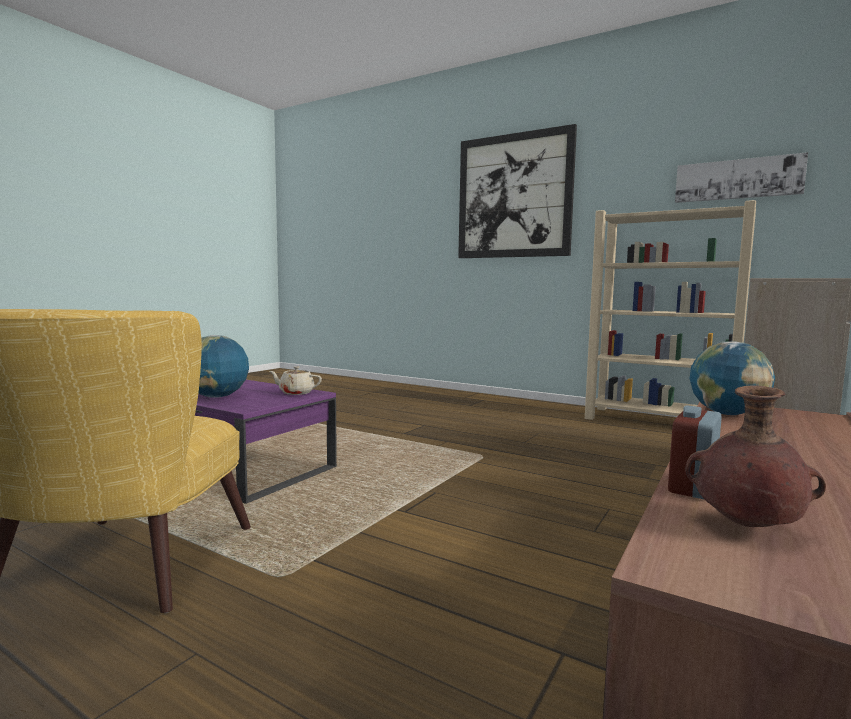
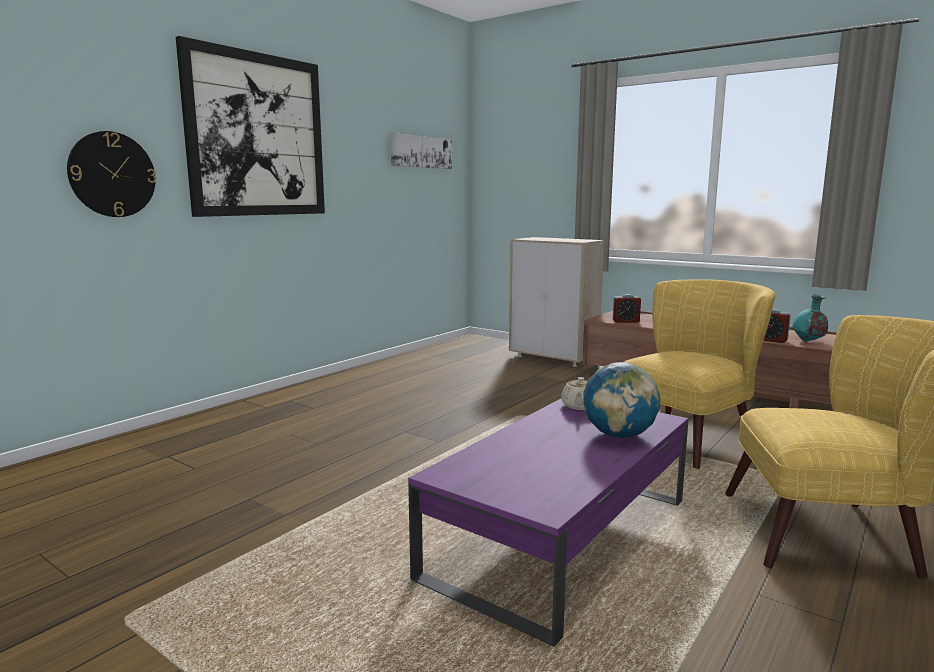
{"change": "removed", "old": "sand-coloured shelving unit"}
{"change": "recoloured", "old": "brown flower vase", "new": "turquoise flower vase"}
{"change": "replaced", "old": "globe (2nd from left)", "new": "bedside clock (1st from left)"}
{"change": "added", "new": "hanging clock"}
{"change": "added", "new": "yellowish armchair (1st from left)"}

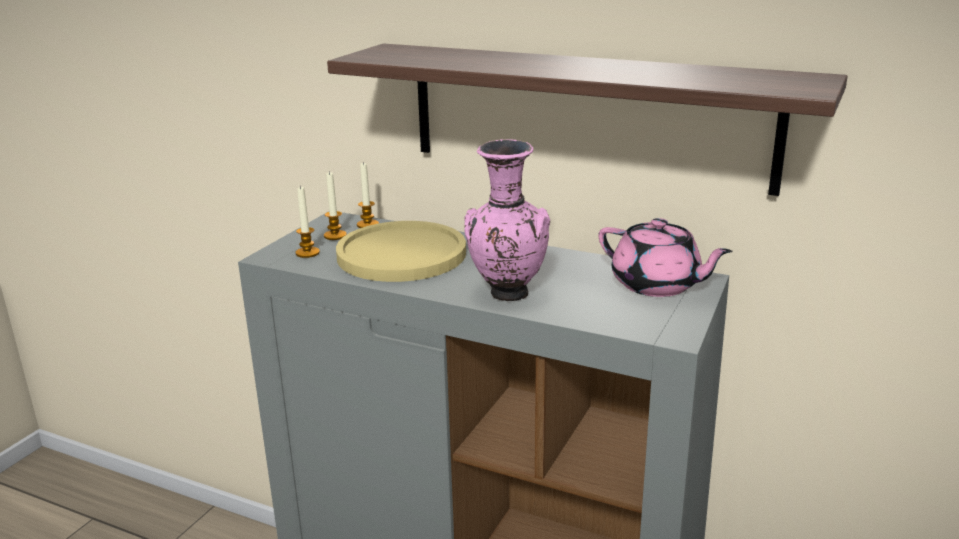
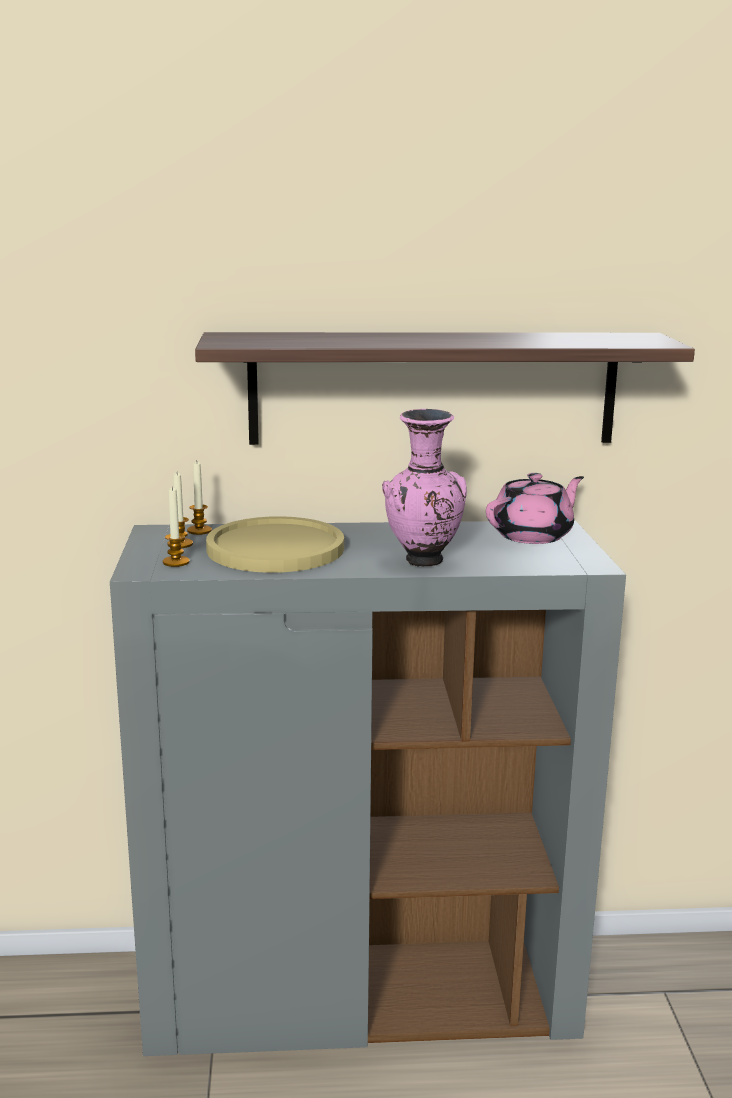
{"change": "turned", "old": "pink-coloured pot for tea", "degrees": -45}

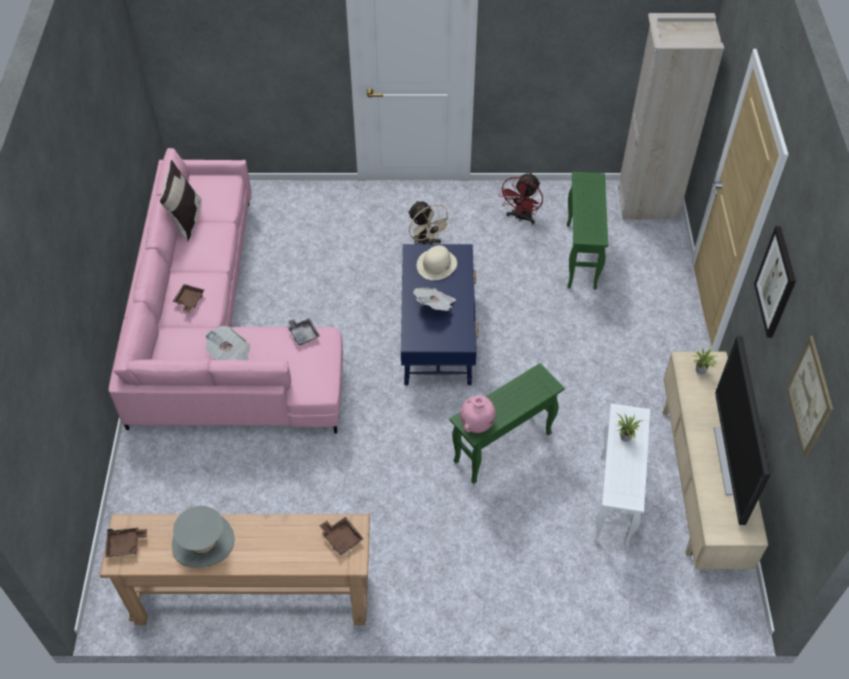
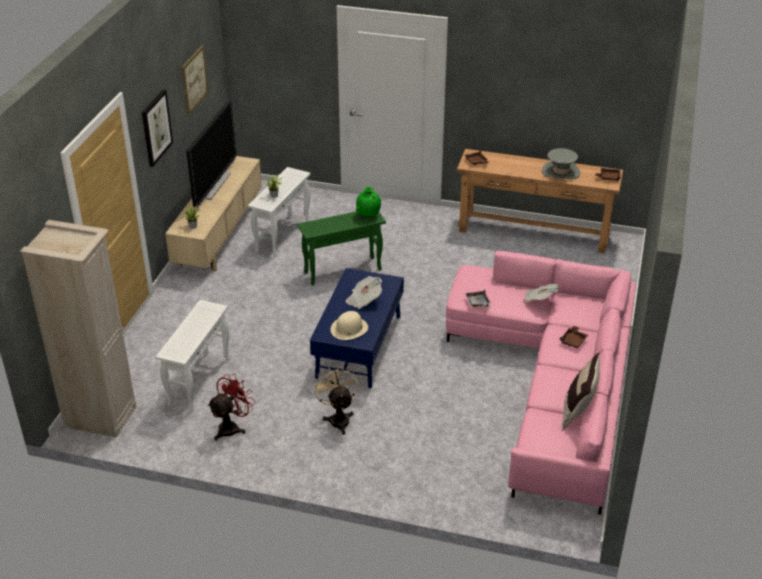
{"change": "recoloured", "old": "pink-coloured flower vase", "new": "green flower vase"}
{"change": "recoloured", "old": "green end table (2nd from left)", "new": "white-coloured end table (1st from left)"}

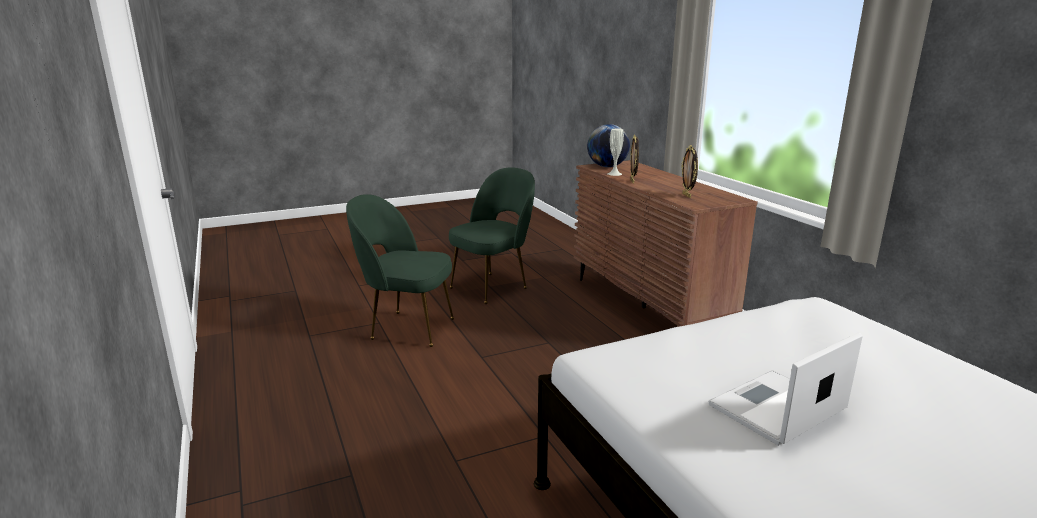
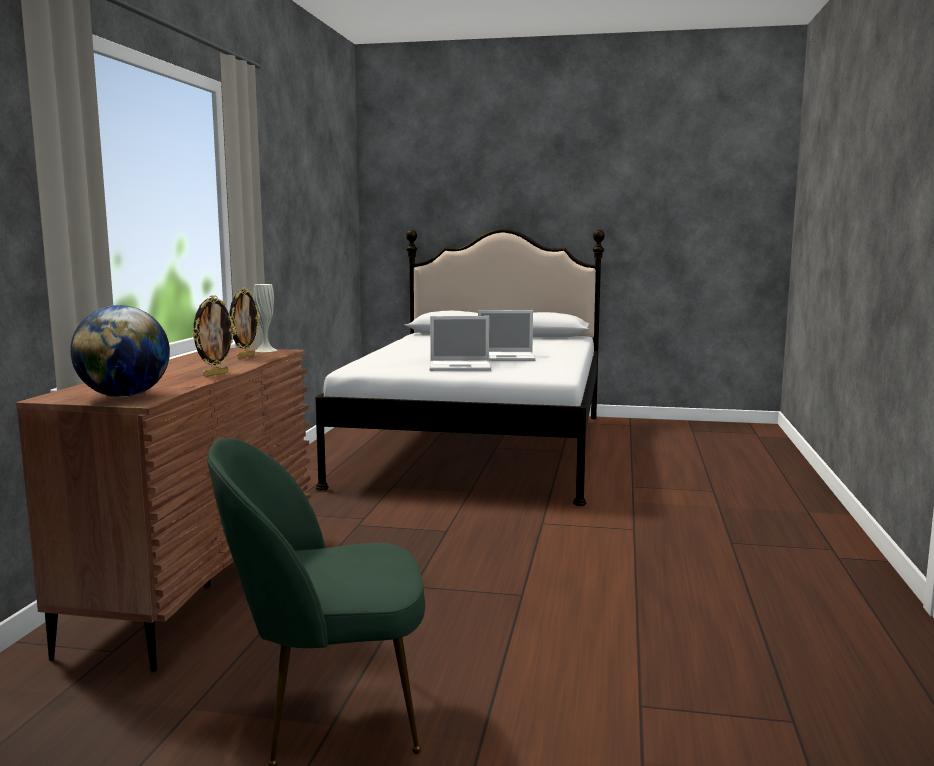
{"change": "removed", "old": "green upright chair (1st from left)"}
{"change": "moved", "old": "white-coloured flower vase"}
{"change": "added", "new": "laptop (1st from left)"}

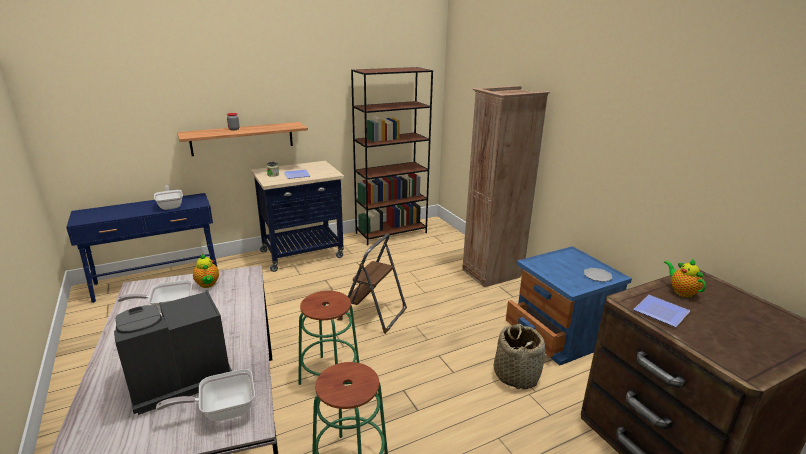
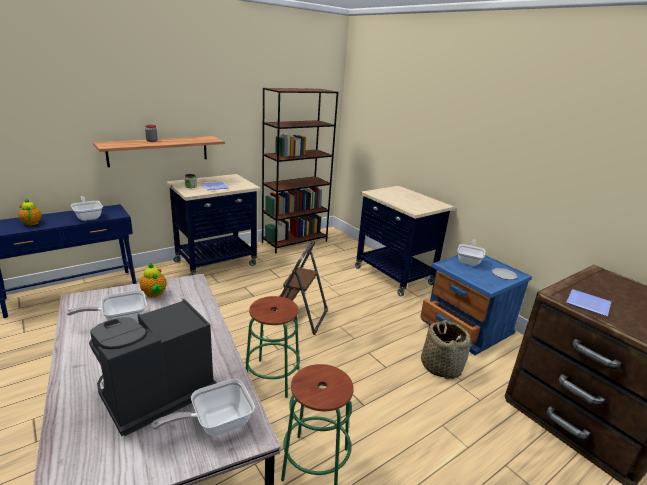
{"change": "replaced", "old": "brown cupboard", "new": "blue trolley (2nd from left)"}
{"change": "moved", "old": "pot for tea (2nd from left in the first image)", "new": "pot for tea (1st from left)"}
{"change": "added", "new": "skillet (4th from left)"}

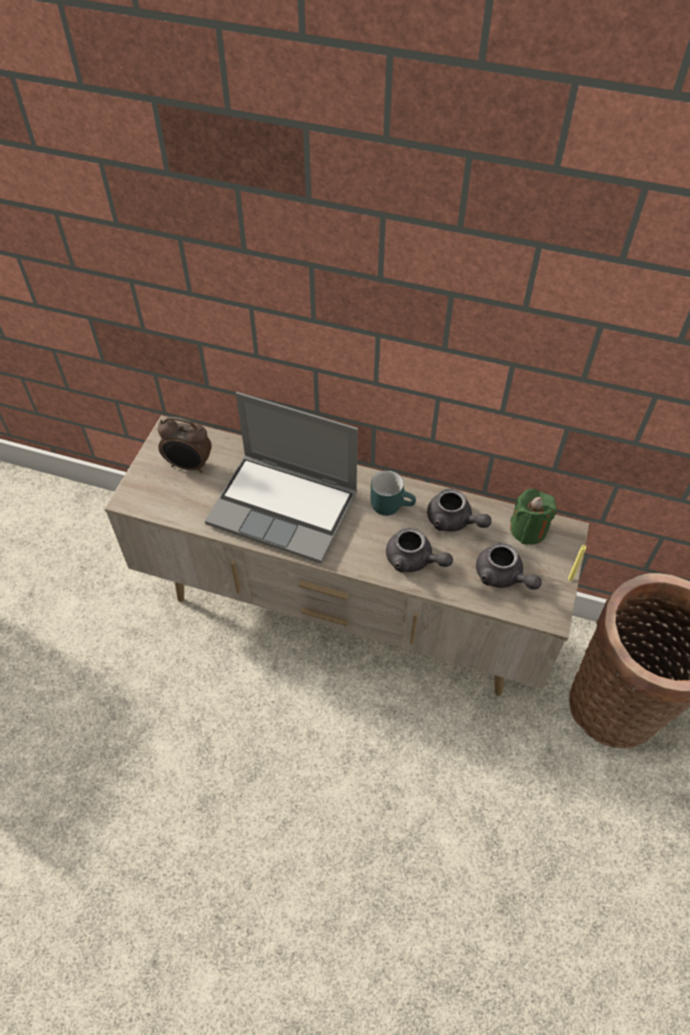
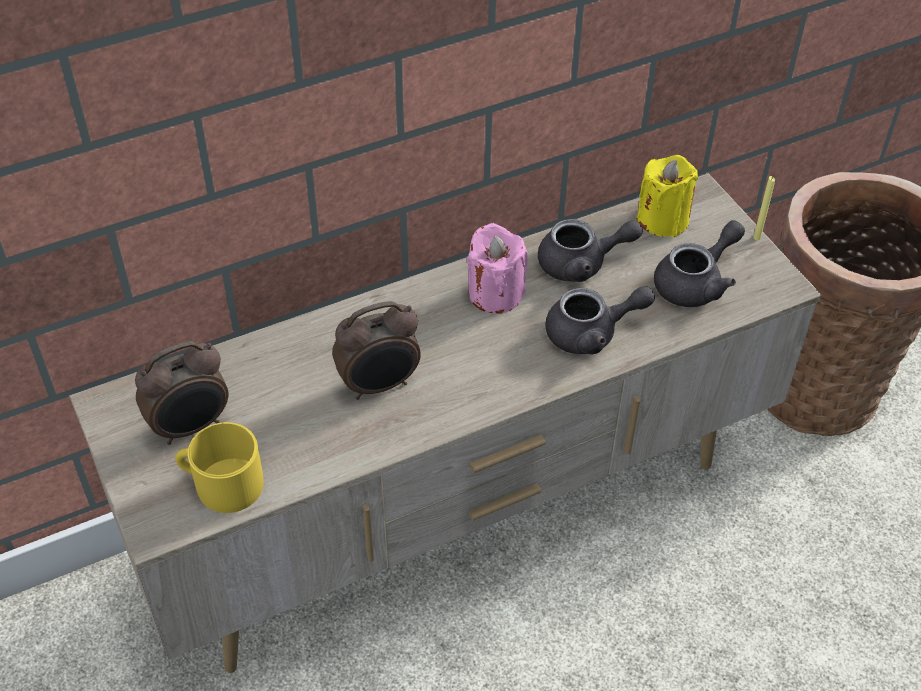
{"change": "replaced", "old": "laptop", "new": "bedside clock (2nd from left)"}
{"change": "replaced", "old": "turquoise coffee mug", "new": "pink-coloured wax light"}
{"change": "turned", "old": "greyish pot for tea (3rd from left)", "degrees": -45}
{"change": "recoloured", "old": "green wax light", "new": "yellowish wax light (1st from left)"}
{"change": "added", "new": "yellowish coffee mug"}

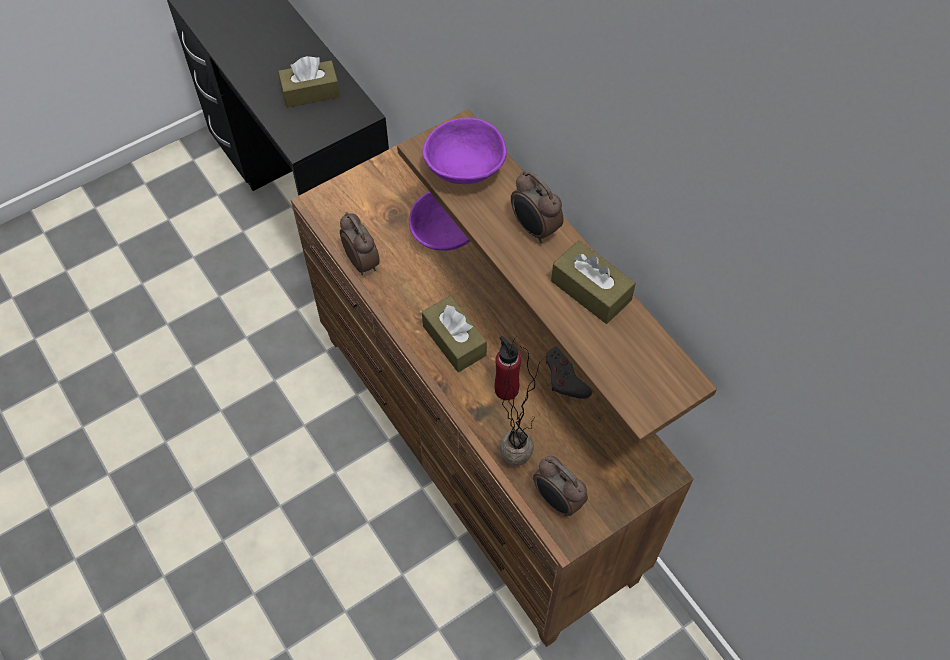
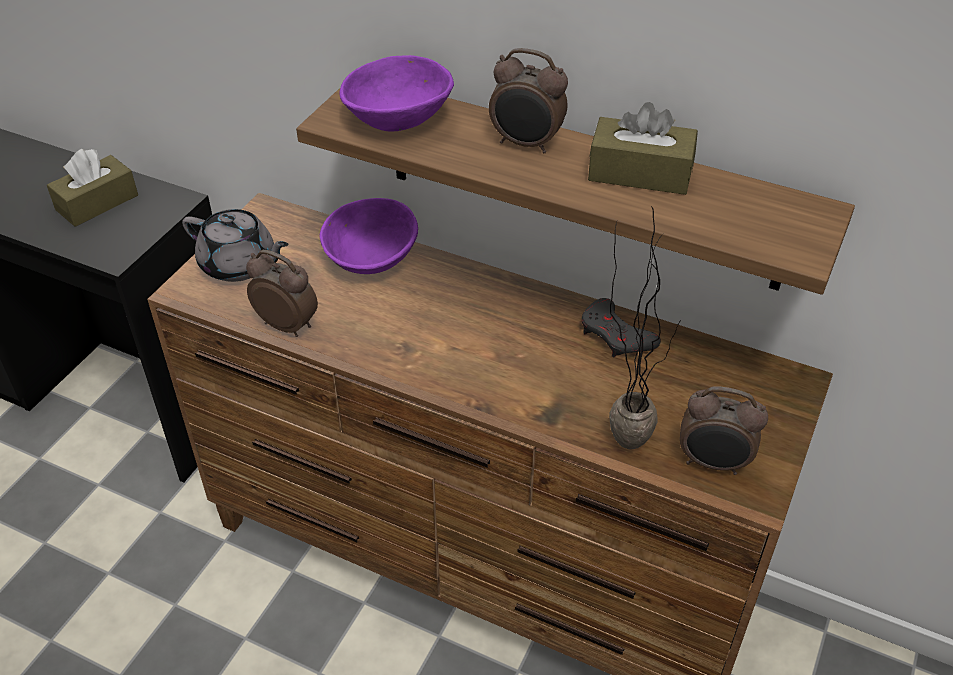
{"change": "removed", "old": "brown tissue box (2nd from left)"}
{"change": "removed", "old": "red drink bottle"}
{"change": "added", "new": "greyish pot for tea"}

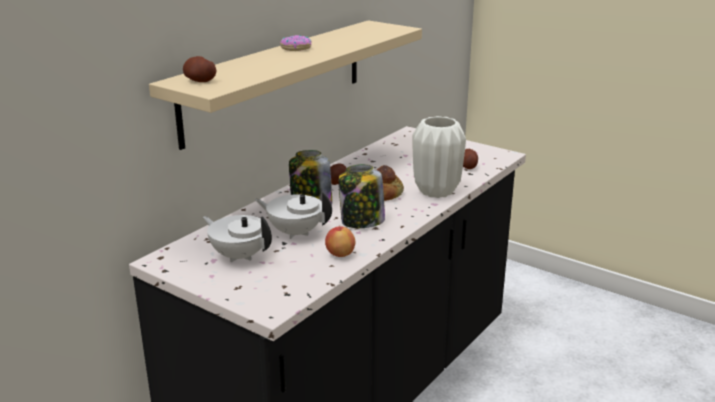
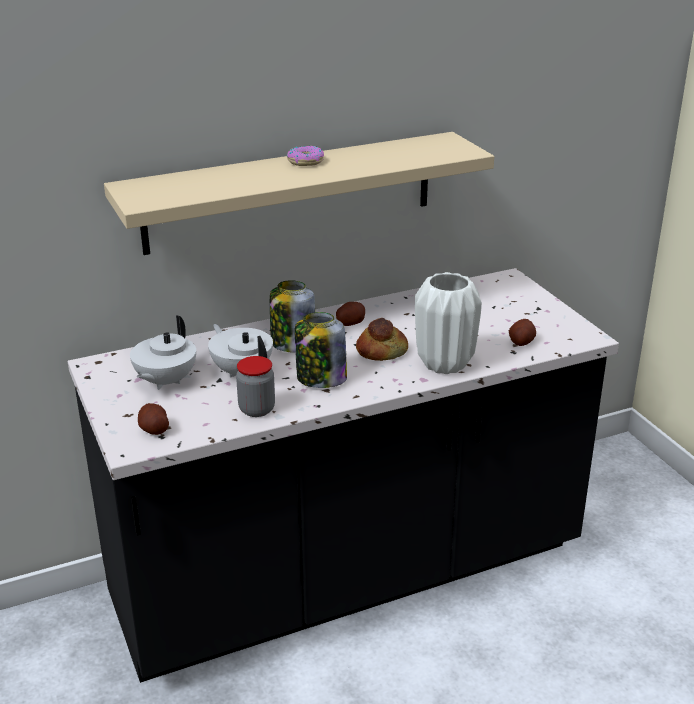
{"change": "moved", "old": "potato (1st from left)"}
{"change": "turned", "old": "white-coloured pot for tea (1st from left)", "degrees": -135}
{"change": "replaced", "old": "apple", "new": "preserve jar (1st from left)"}

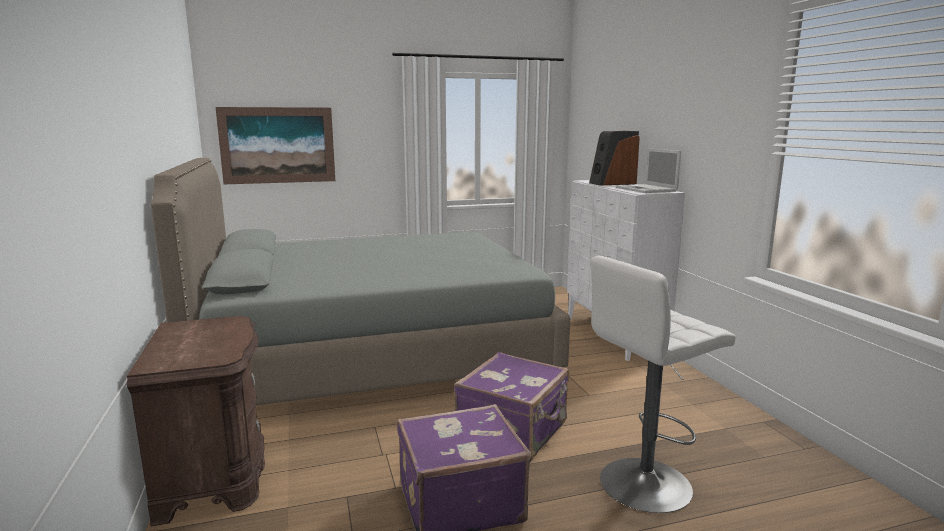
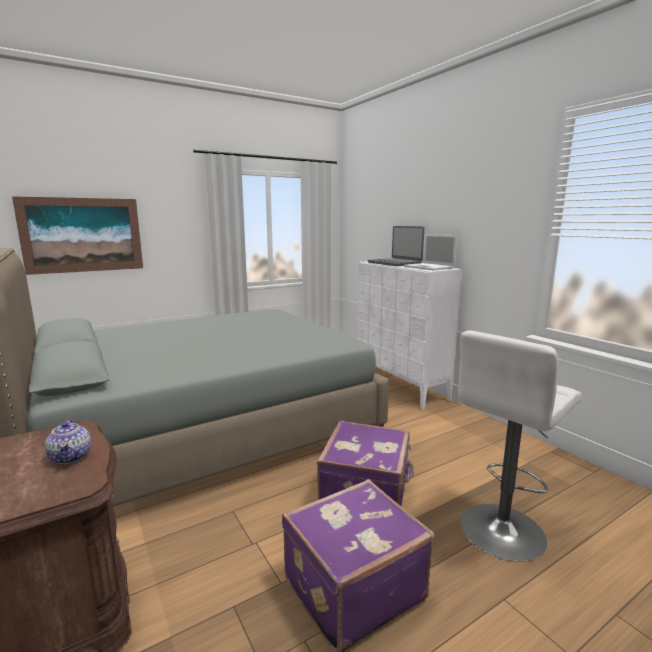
{"change": "replaced", "old": "audio speaker", "new": "laptop (1st from left)"}
{"change": "added", "new": "pot for tea"}

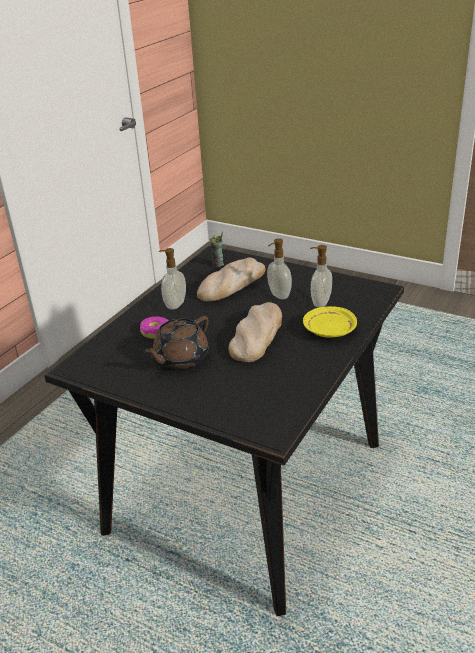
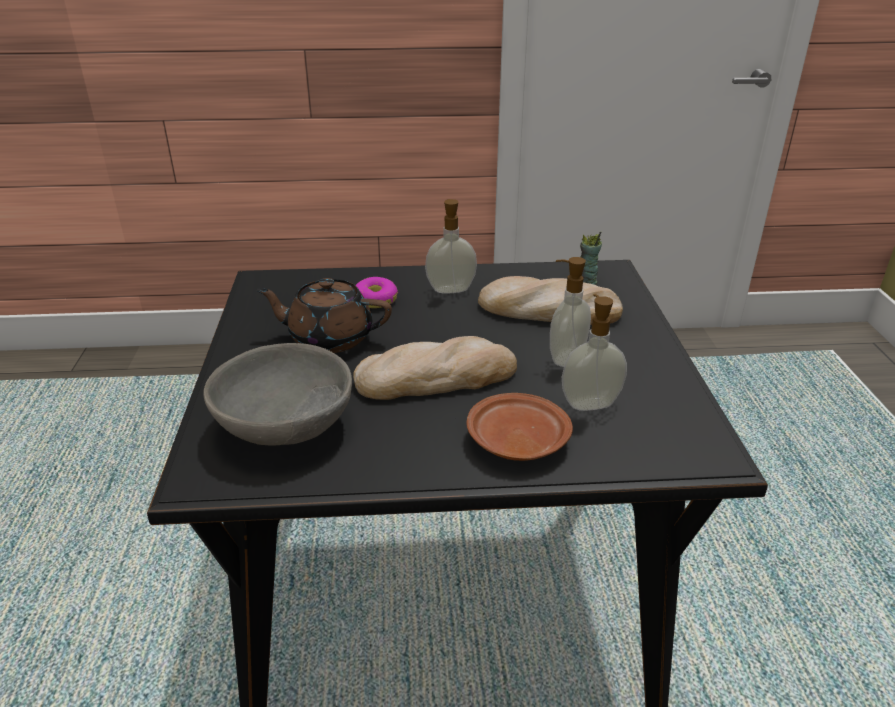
{"change": "recoloured", "old": "yellowish flat dish", "new": "brown flat dish"}
{"change": "added", "new": "greyish serving bowl"}

